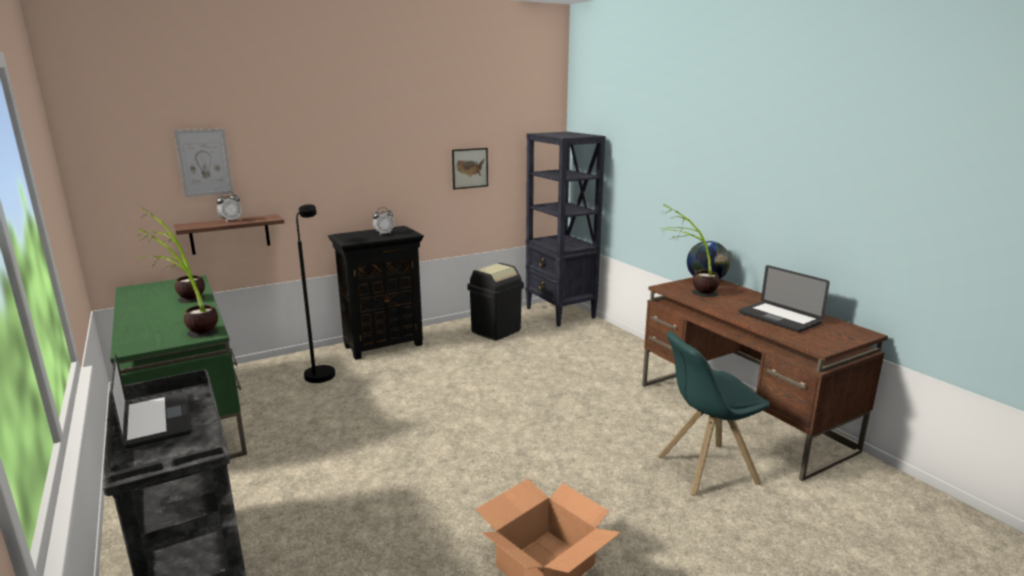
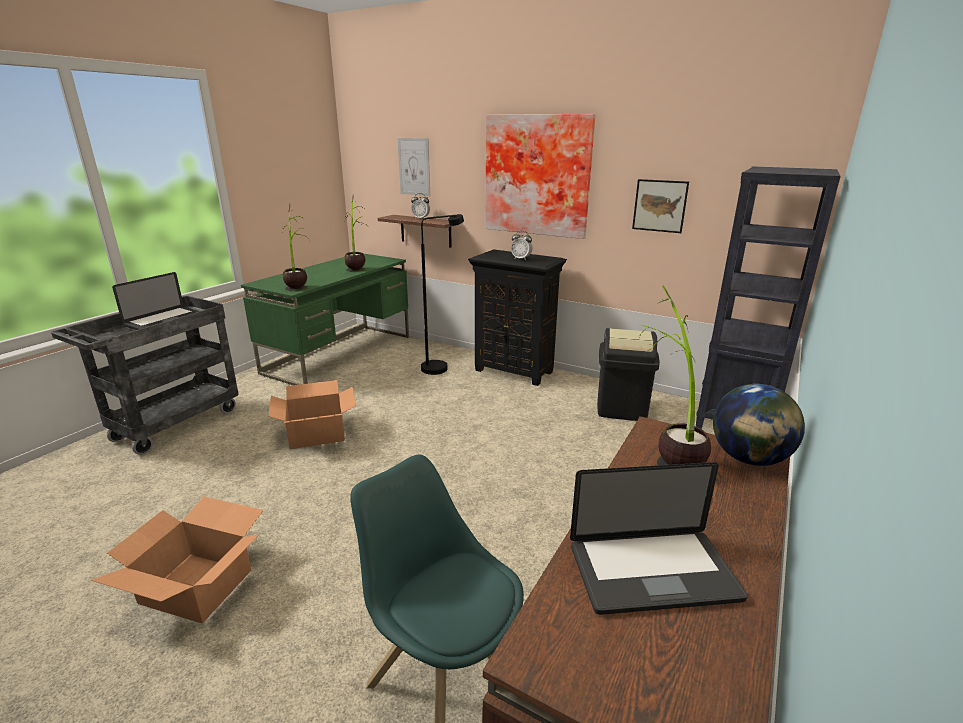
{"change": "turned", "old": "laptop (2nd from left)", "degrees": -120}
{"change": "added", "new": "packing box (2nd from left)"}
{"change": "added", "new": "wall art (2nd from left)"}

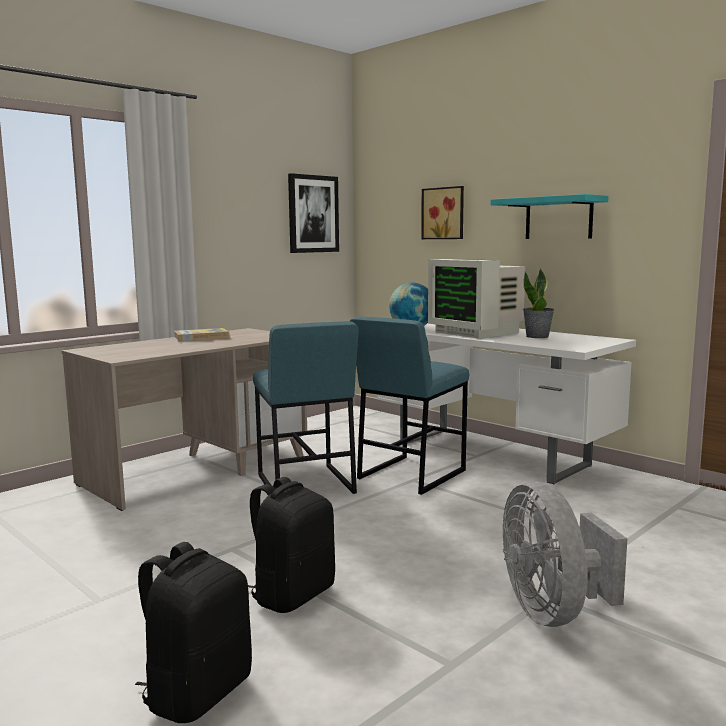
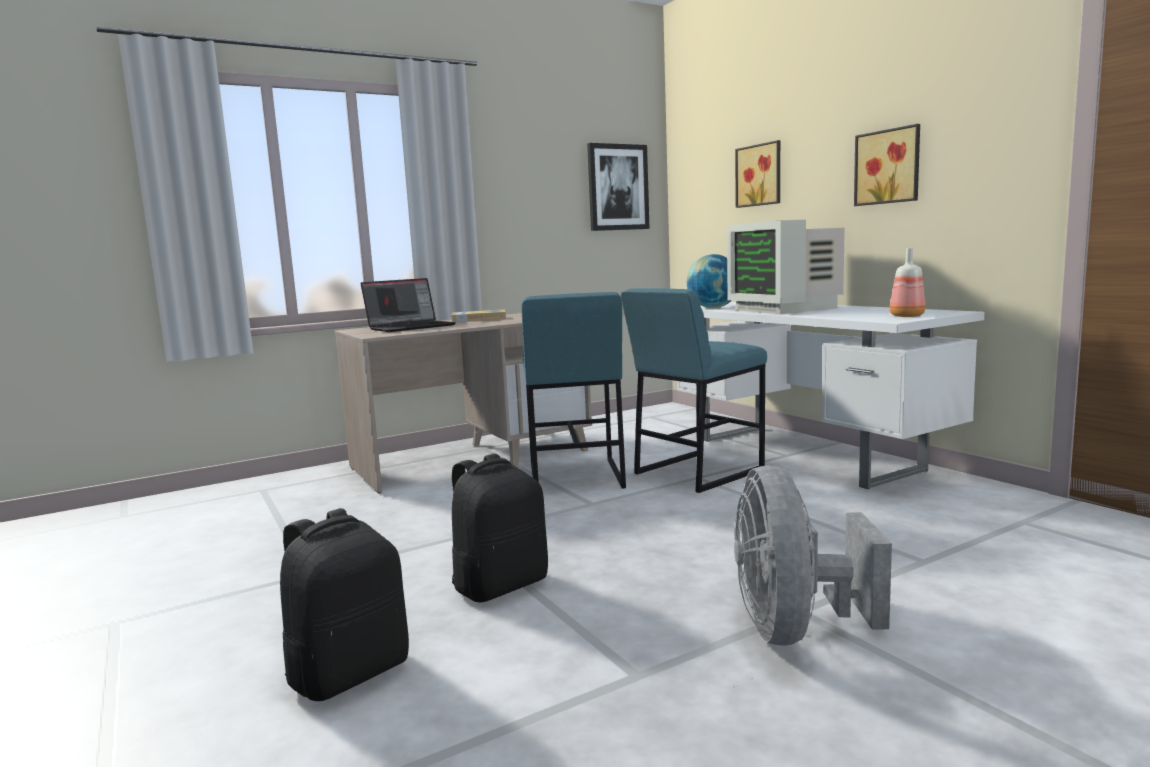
{"change": "replaced", "old": "turquoise bracket shelf", "new": "wall art (3rd from left)"}
{"change": "removed", "old": "houseplant"}
{"change": "added", "new": "laptop"}
{"change": "added", "new": "drink bottle"}

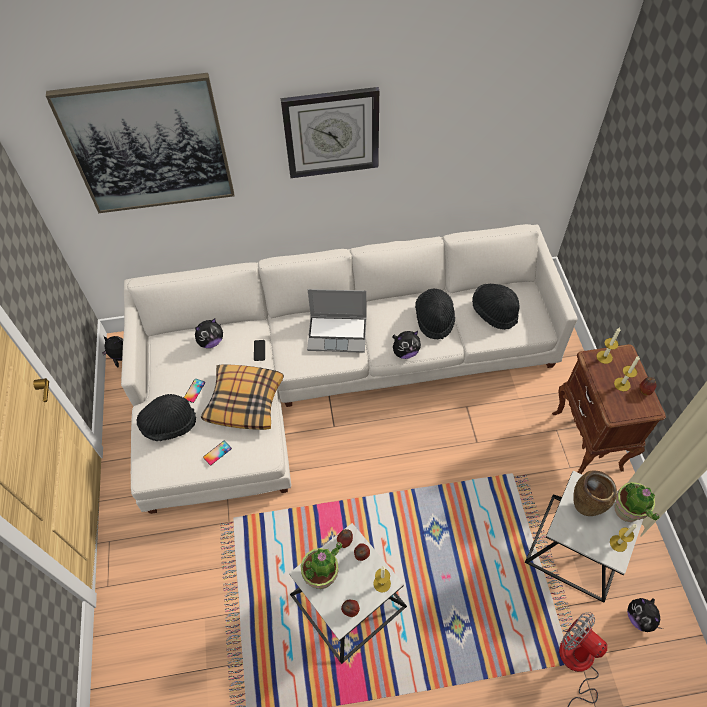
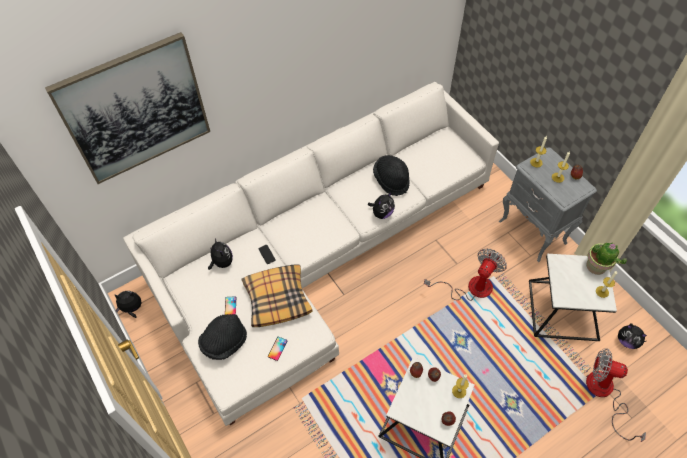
{"change": "turned", "old": "soft toy (2nd from left)", "degrees": -60}
{"change": "removed", "old": "hanging clock"}
{"change": "removed", "old": "houseplant (1st from left)"}
{"change": "removed", "old": "laptop"}
{"change": "removed", "old": "black-coloured hat (3rd from left)"}
{"change": "recoloured", "old": "brown nightstand", "new": "greyish nightstand"}
{"change": "removed", "old": "brown flower vase"}
{"change": "added", "new": "fan (1st from left)"}

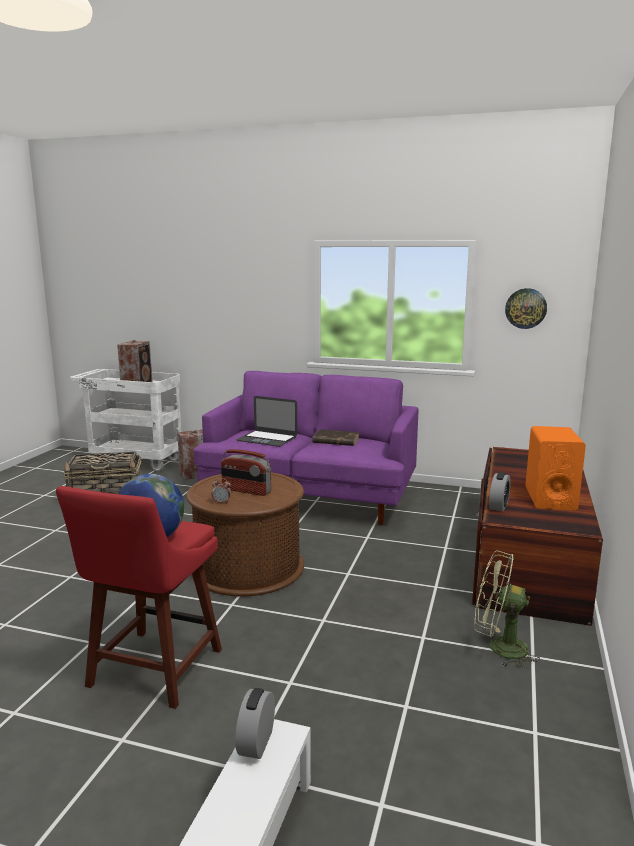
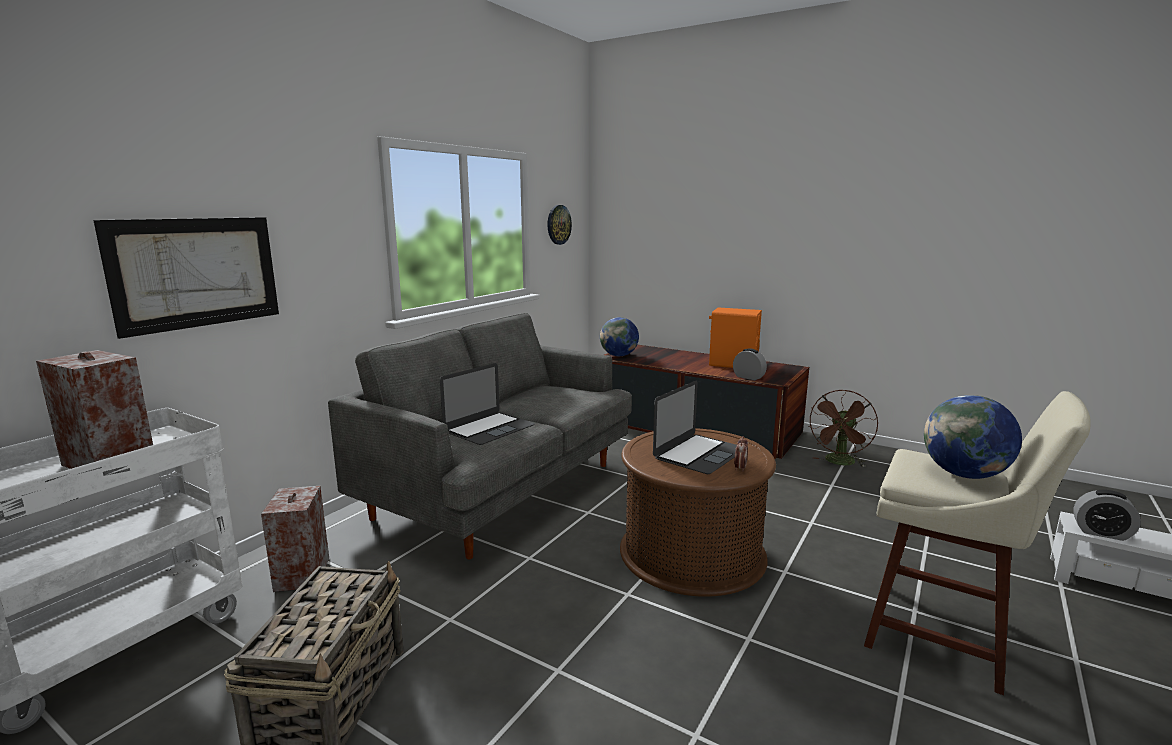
{"change": "recoloured", "old": "red sitting stool", "new": "sand-coloured sitting stool"}
{"change": "recoloured", "old": "purplish sofa", "new": "greyish sofa"}
{"change": "replaced", "old": "radio receiver", "new": "laptop (2nd from left)"}
{"change": "removed", "old": "brown bound book"}
{"change": "recoloured", "old": "green fan", "new": "brown fan"}
{"change": "added", "new": "wall art"}
{"change": "added", "new": "globe (1st from left)"}

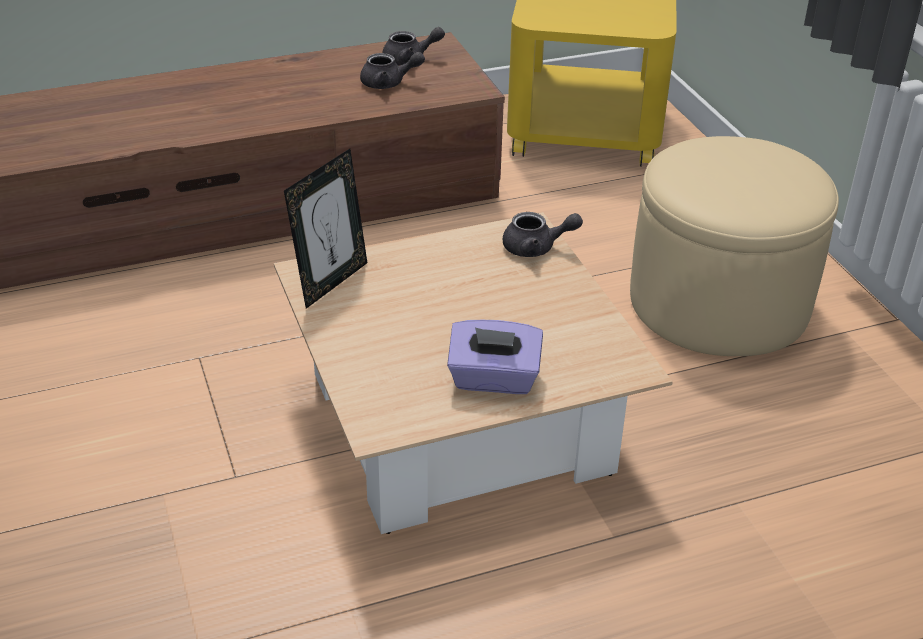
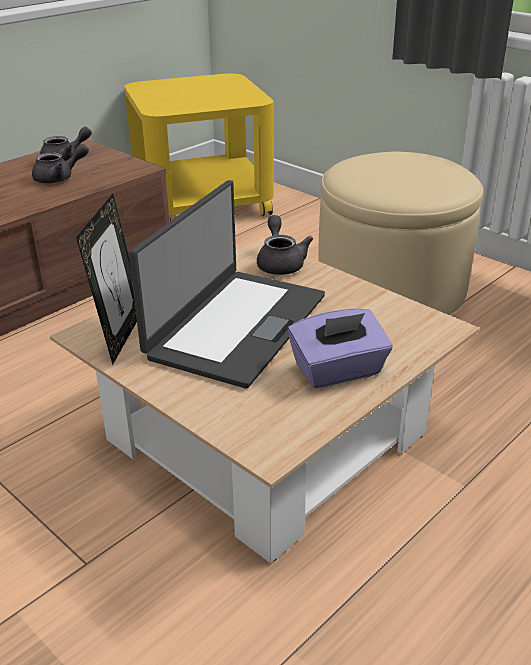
{"change": "turned", "old": "greyish pot for tea (3rd from left)", "degrees": -75}
{"change": "added", "new": "laptop"}

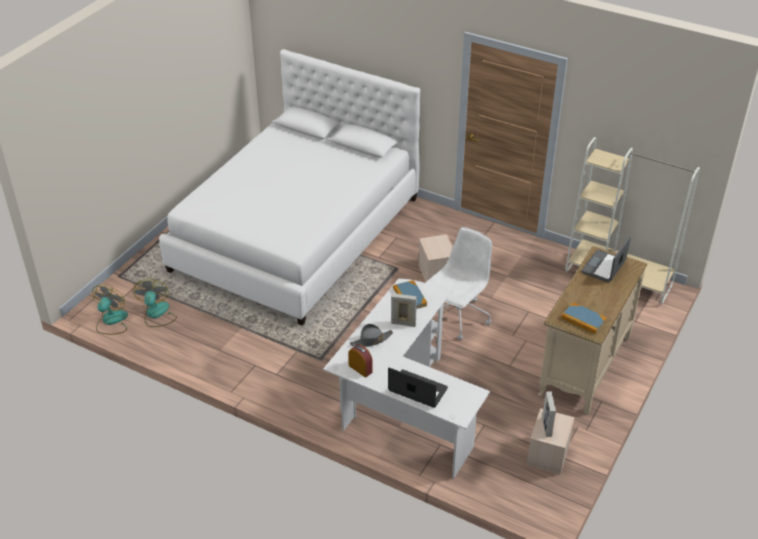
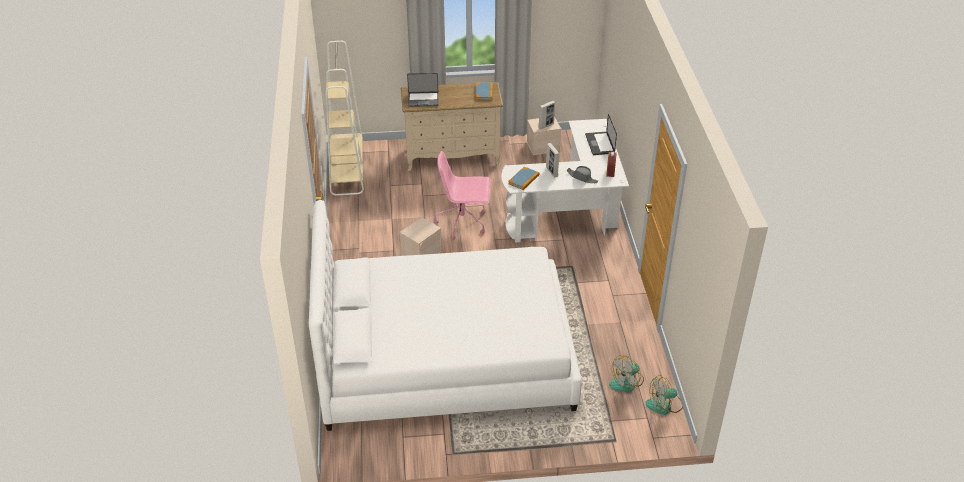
{"change": "recoloured", "old": "white-coloured computer chair", "new": "pink-coloured computer chair"}

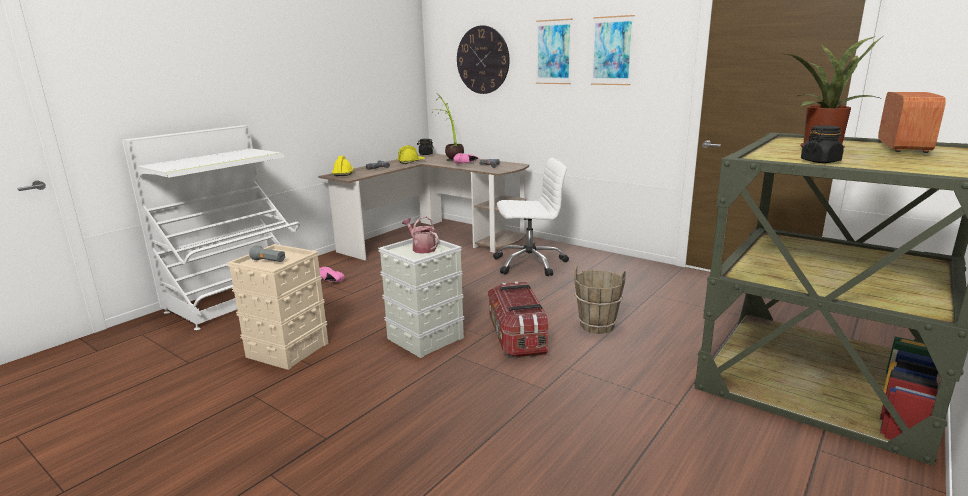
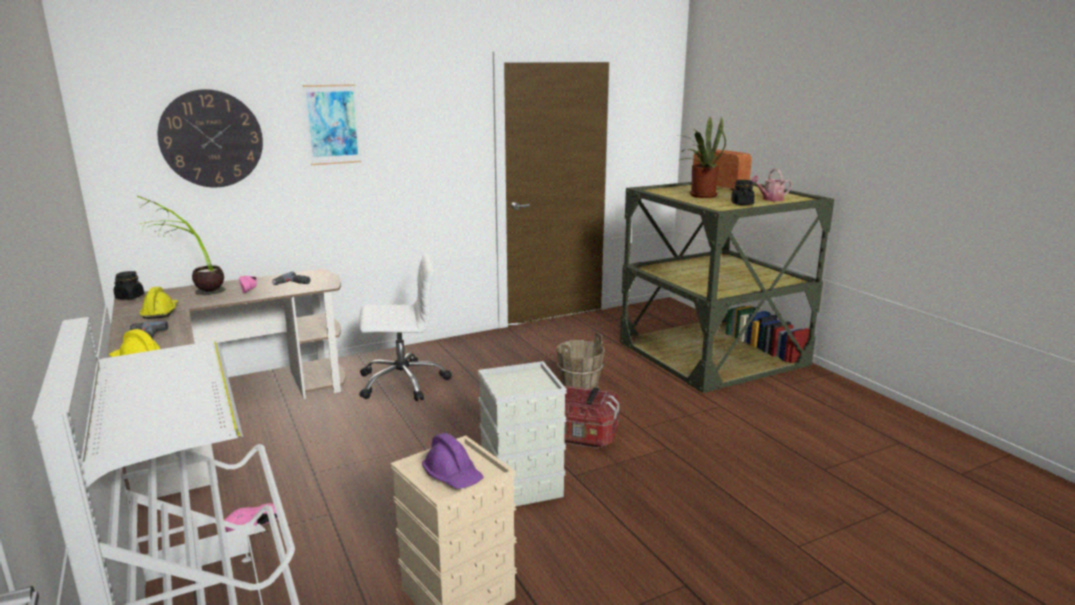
{"change": "replaced", "old": "greyish flashlight", "new": "purplish hard hat"}
{"change": "moved", "old": "watering can"}
{"change": "turned", "old": "white-coloured computer chair", "degrees": 60}
{"change": "removed", "old": "wall art (2nd from left)"}

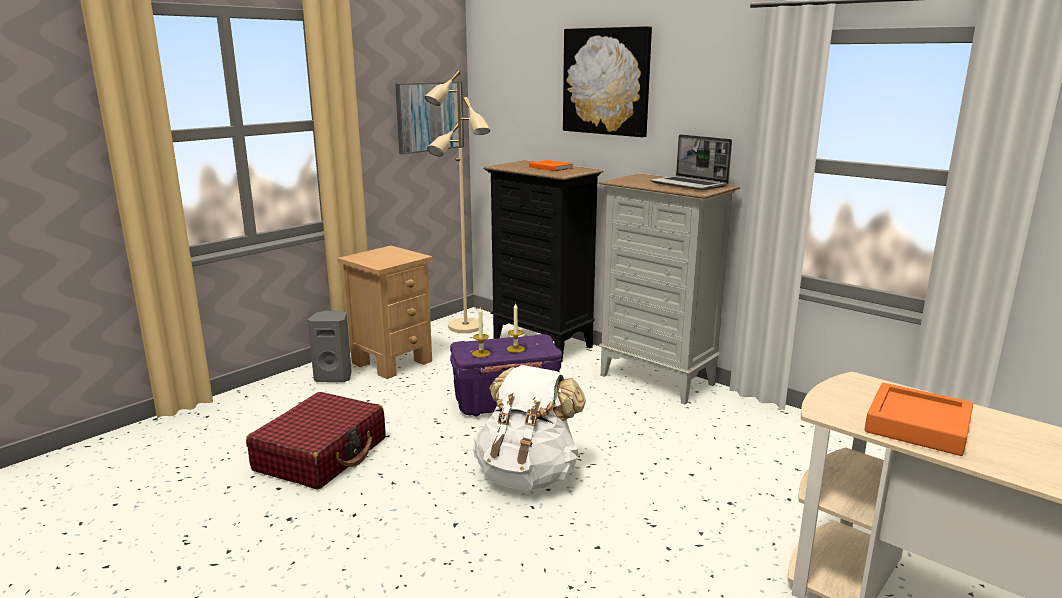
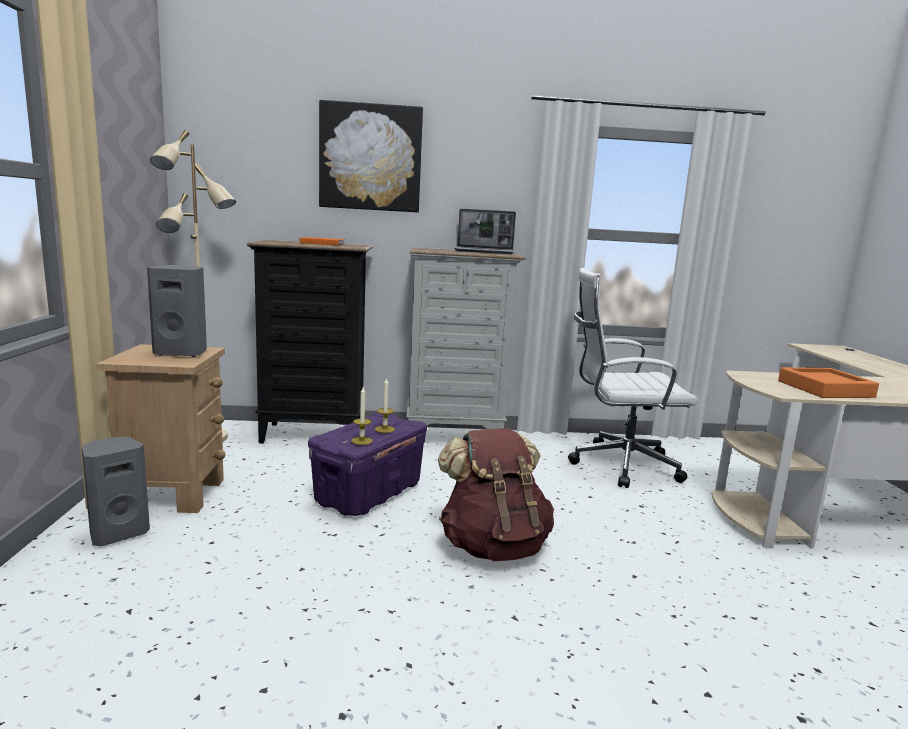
{"change": "removed", "old": "red piece of luggage"}
{"change": "removed", "old": "wall art (1st from left)"}
{"change": "recoloured", "old": "white-coloured backpack", "new": "brown backpack"}
{"change": "added", "new": "greyish audio speaker (2nd from left)"}
{"change": "added", "new": "white-coloured computer chair"}

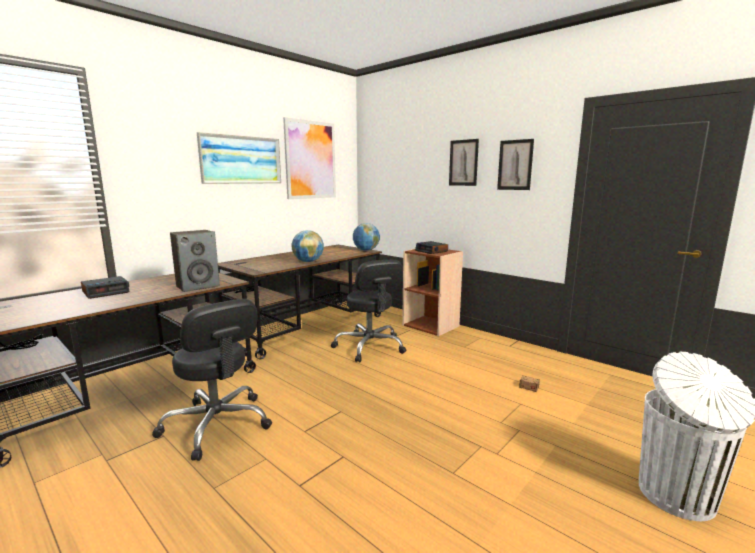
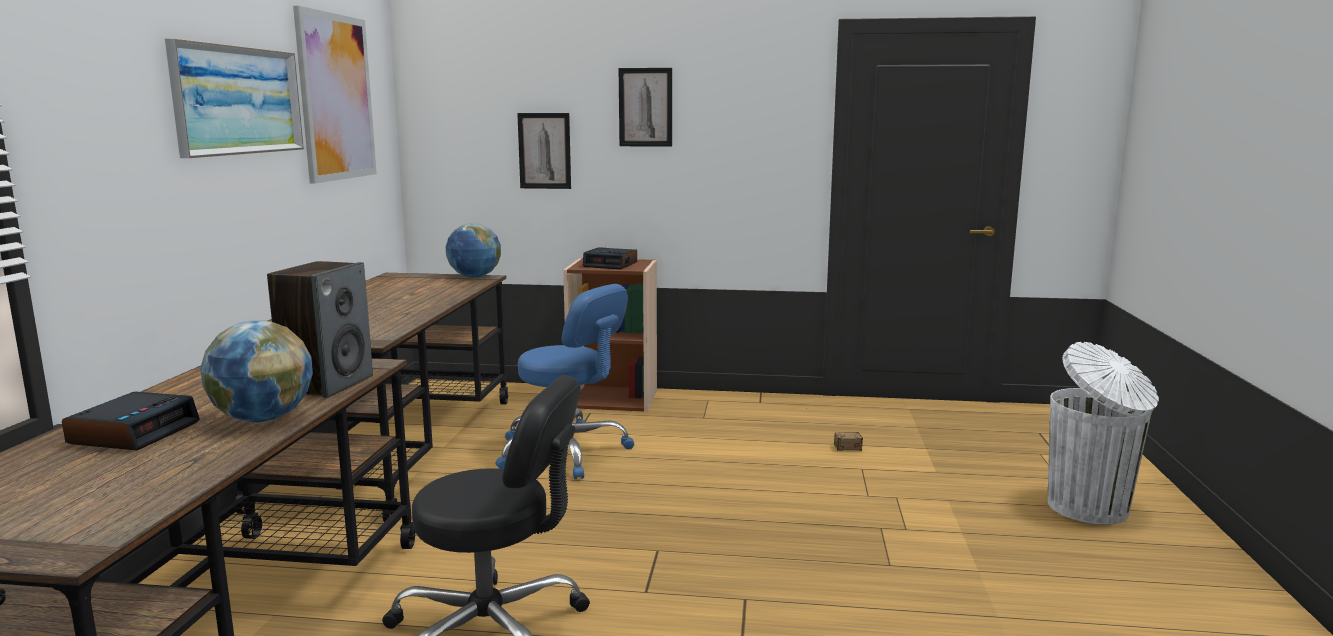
{"change": "moved", "old": "globe (1st from left)"}
{"change": "recoloured", "old": "black-coloured computer chair (2nd from left)", "new": "blue computer chair"}
{"change": "moved", "old": "wall art (4th from left in the first image)", "new": "wall art (3rd from left)"}

